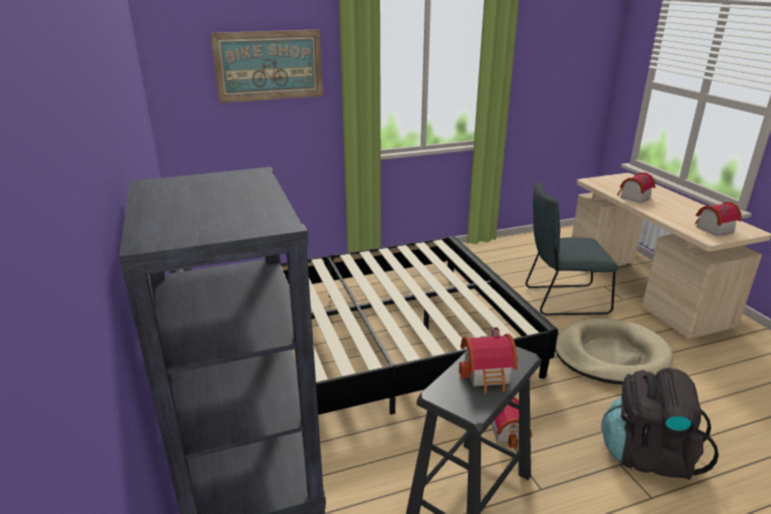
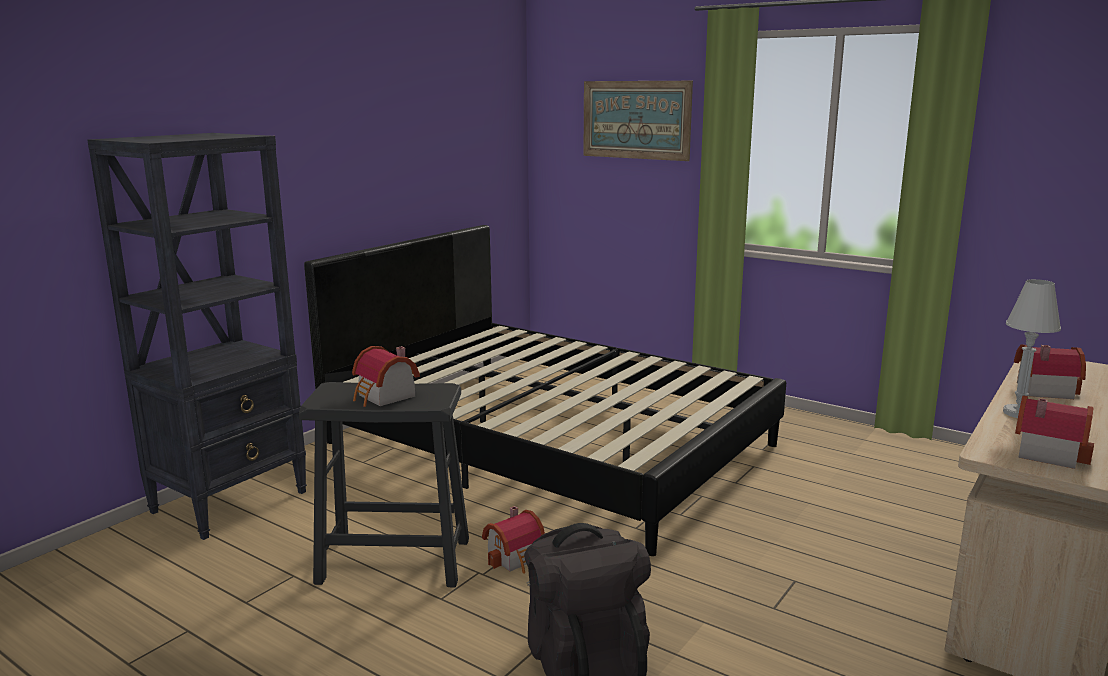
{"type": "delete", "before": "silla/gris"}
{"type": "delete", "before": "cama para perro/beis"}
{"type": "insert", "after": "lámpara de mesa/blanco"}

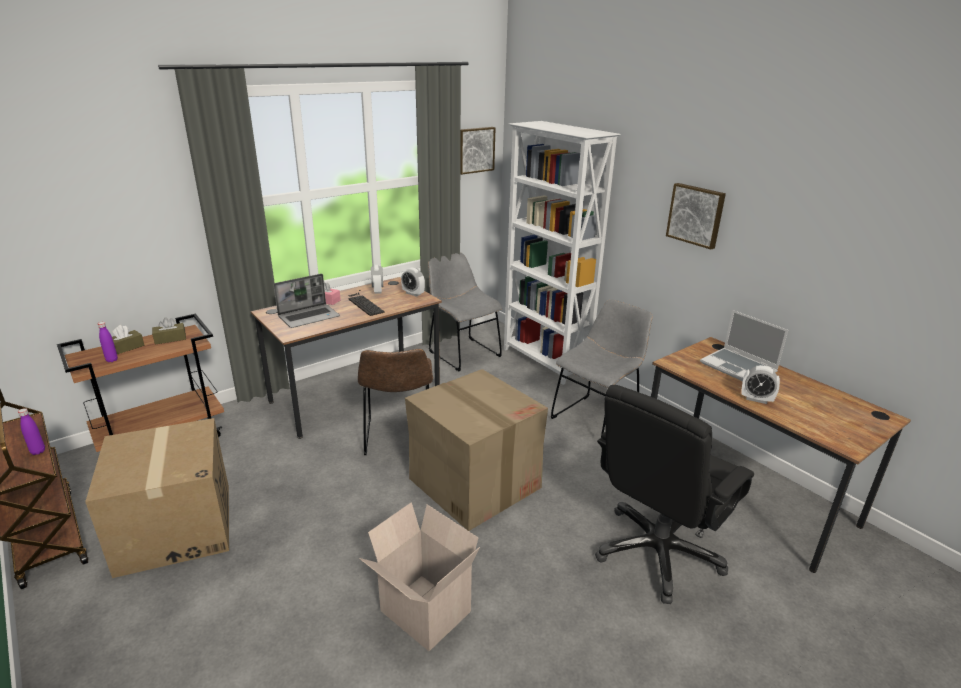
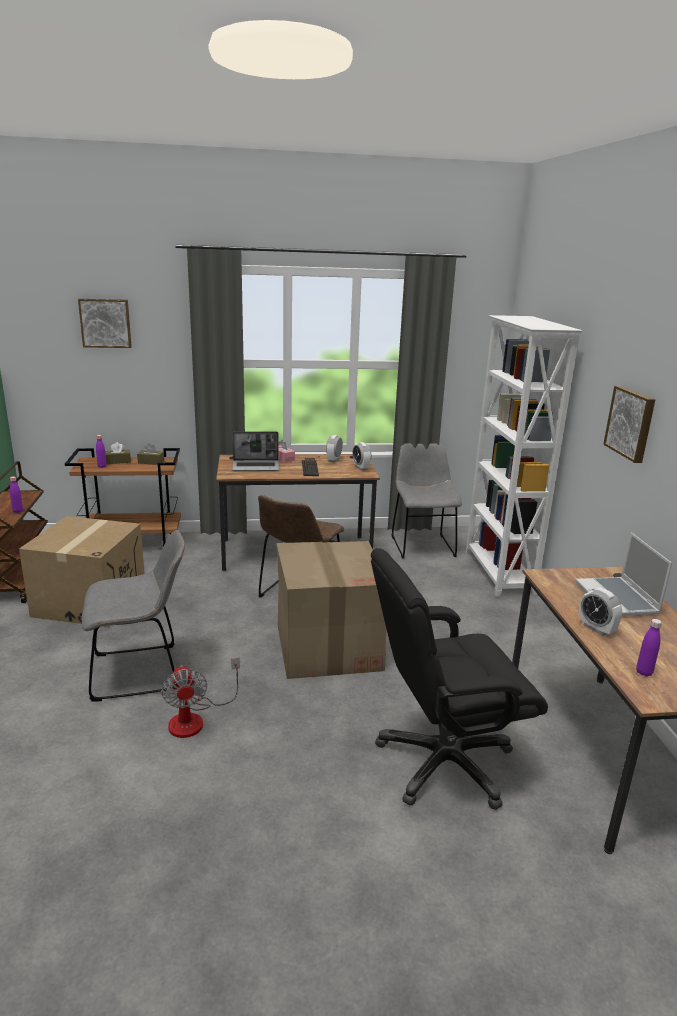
{"type": "move", "before": "cuadro (1st from left)"}
{"type": "move", "before": "silla/gris (2nd from left in the first image)", "after": "silla/gris (1st from left)"}
{"type": "replace", "before": "caja de cartón (2nd from left)", "after": "ventilador"}
{"type": "insert", "after": "botella/morado (3rd from left)"}

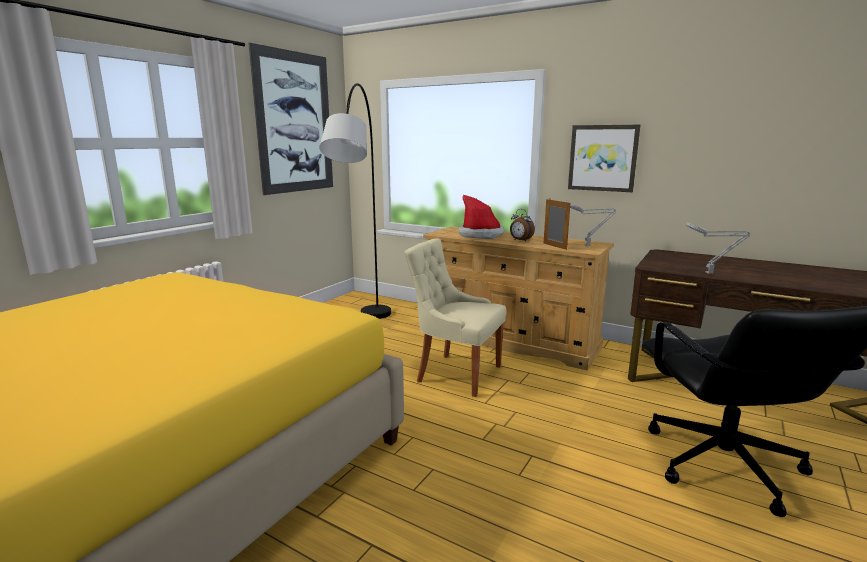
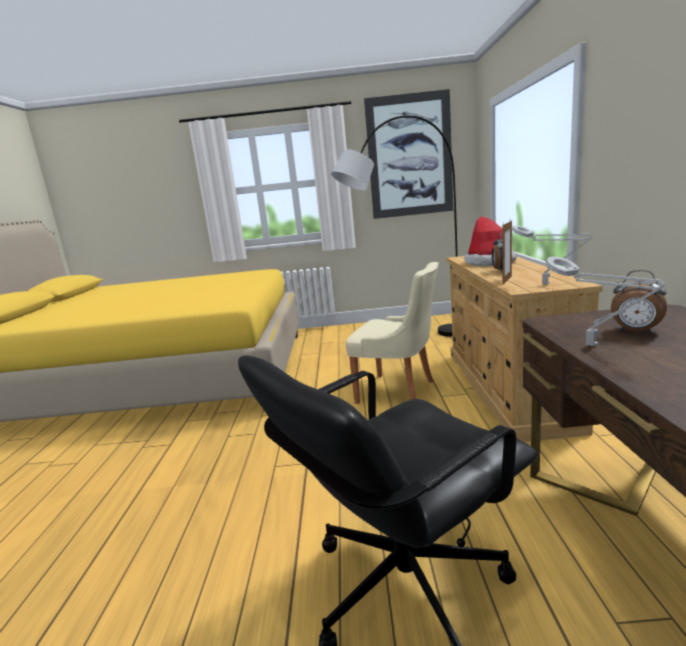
{"type": "delete", "before": "cuadro (2nd from left)"}
{"type": "rotate", "before": "silla/beis", "turn": 120}
{"type": "insert", "after": "despertador (2nd from left)"}

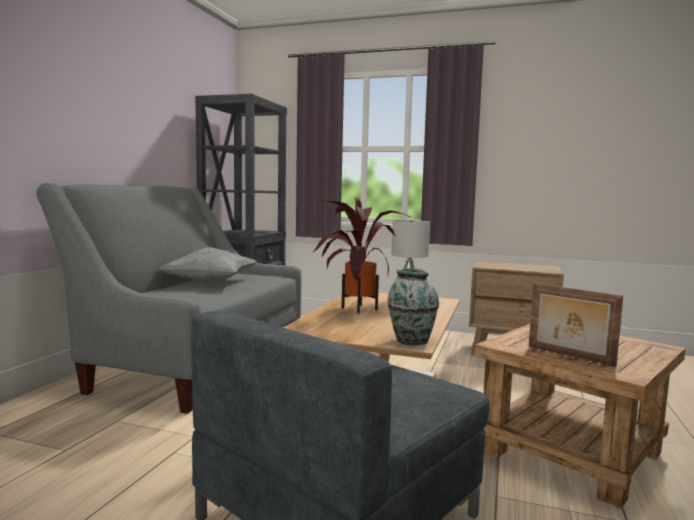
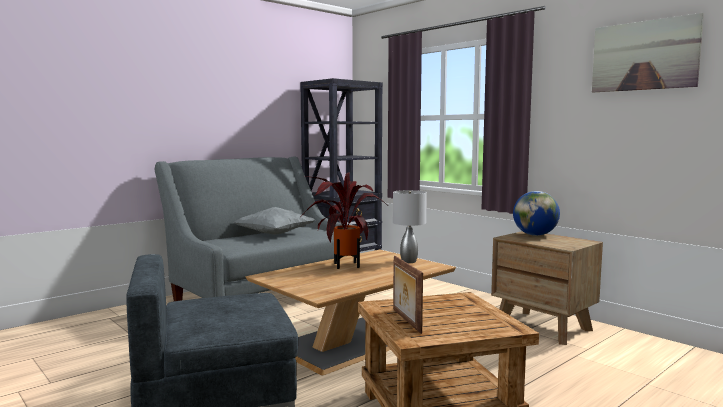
{"type": "delete", "before": "florero"}
{"type": "insert", "after": "cuadro"}
{"type": "insert", "after": "globo terráqueo"}

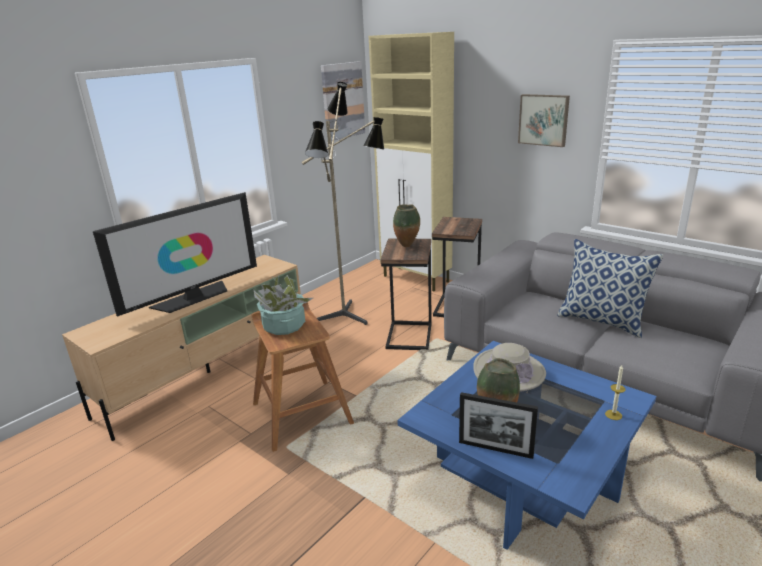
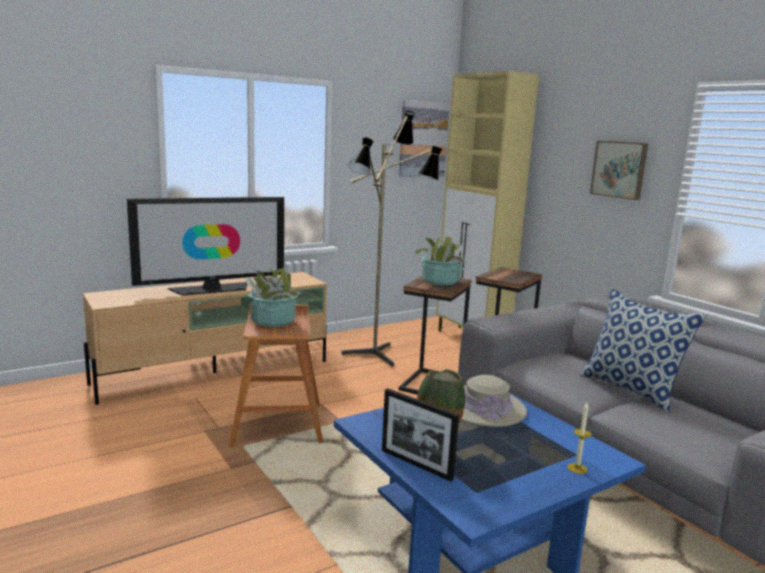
{"type": "replace", "before": "florero (1st from left)", "after": "planta en maceta (2nd from left)"}

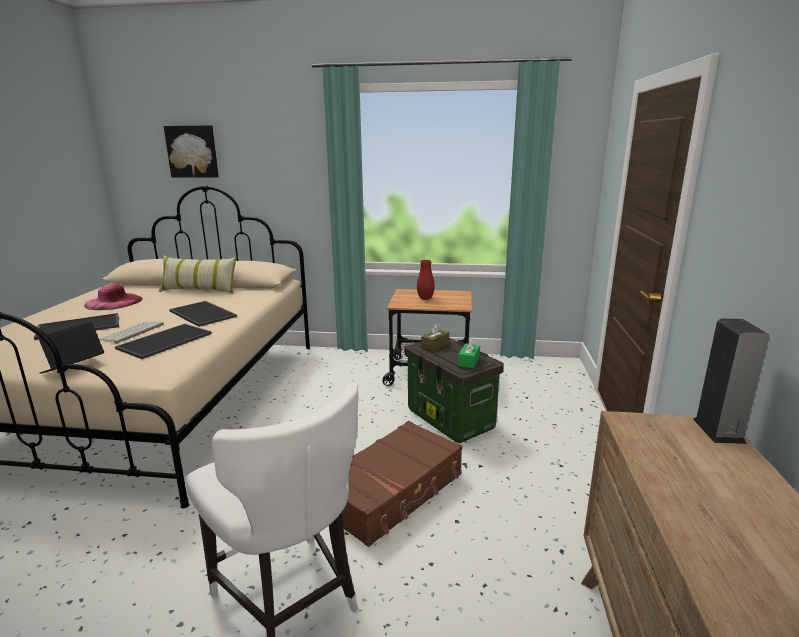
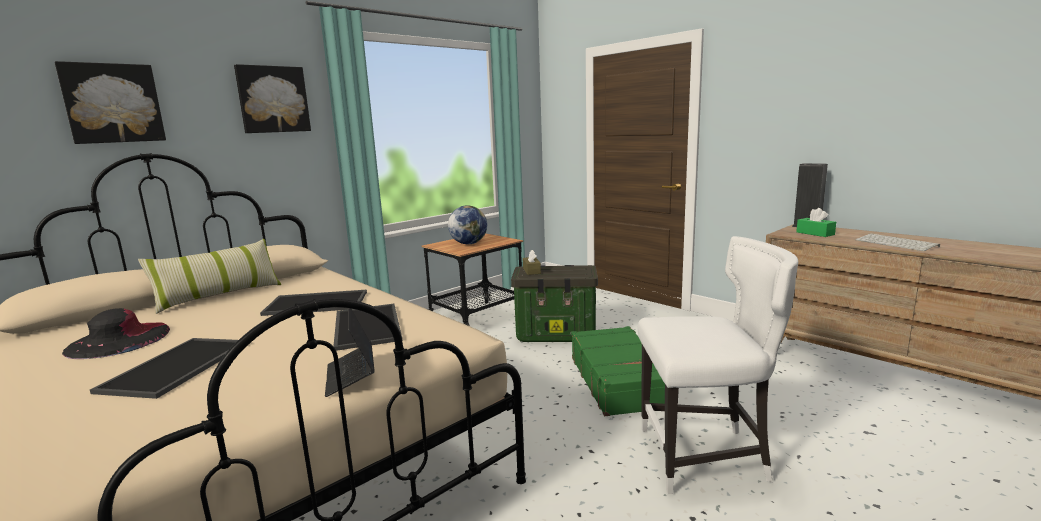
{"type": "replace", "before": "florero/rojo", "after": "globo terráqueo"}
{"type": "recolor", "before": "sombrero/rosa", "after": "sombrero/negro"}
{"type": "move", "before": "teclado"}
{"type": "move", "before": "caja de pañuelos/verde"}
{"type": "recolor", "before": "maleta/marrón", "after": "maleta/verde"}
{"type": "insert", "after": "cuadro (2nd from left)"}

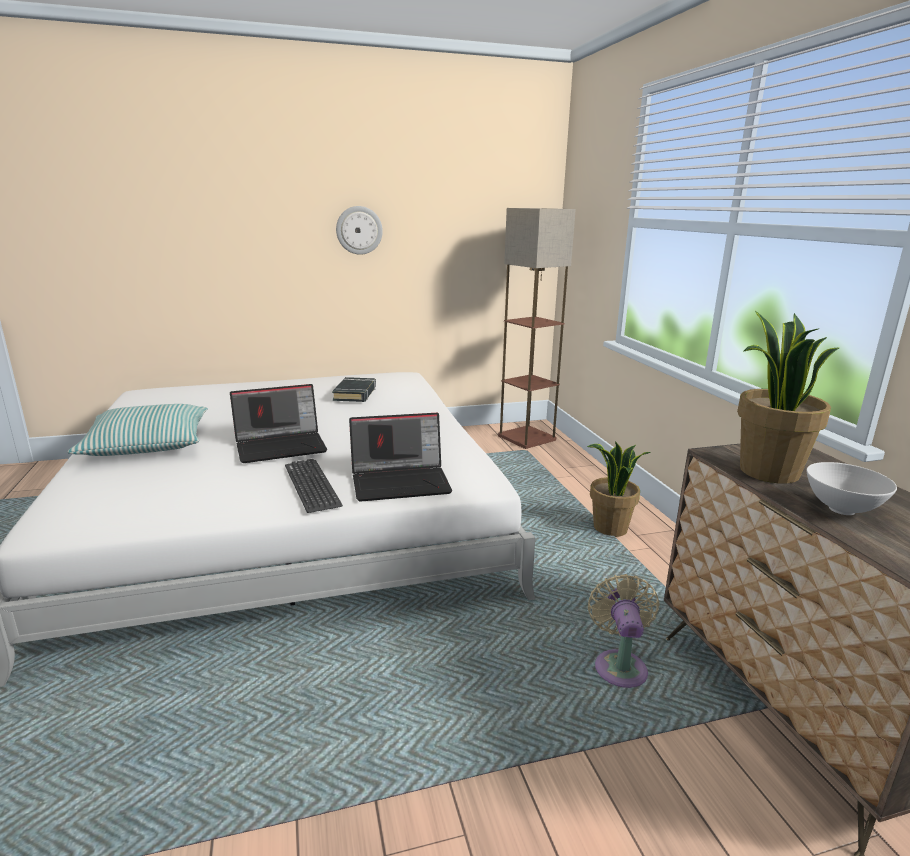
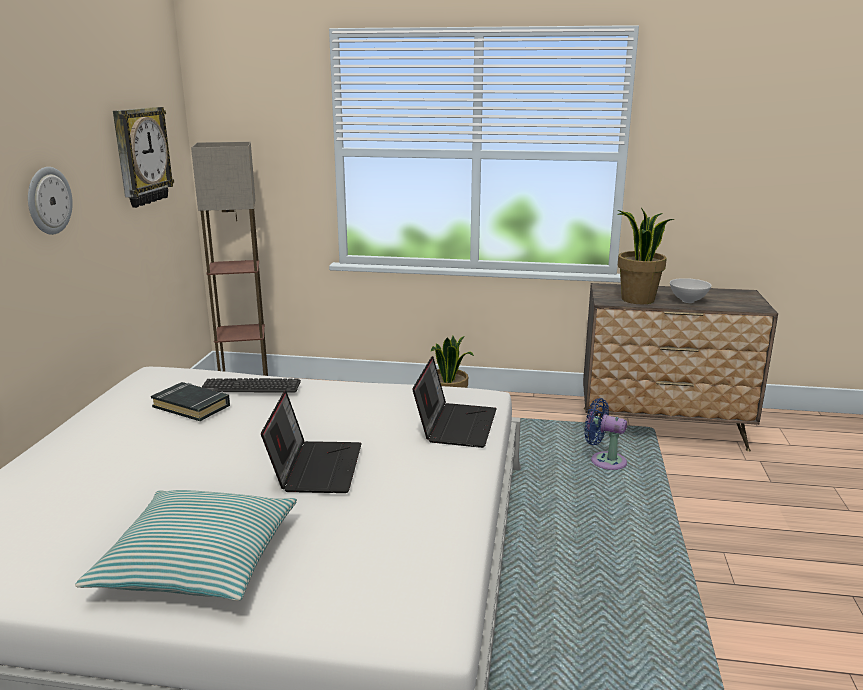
{"type": "move", "before": "teclado"}
{"type": "recolor", "before": "ventilador/beis", "after": "ventilador/azul"}
{"type": "insert", "after": "reloj de pared (2nd from left)"}

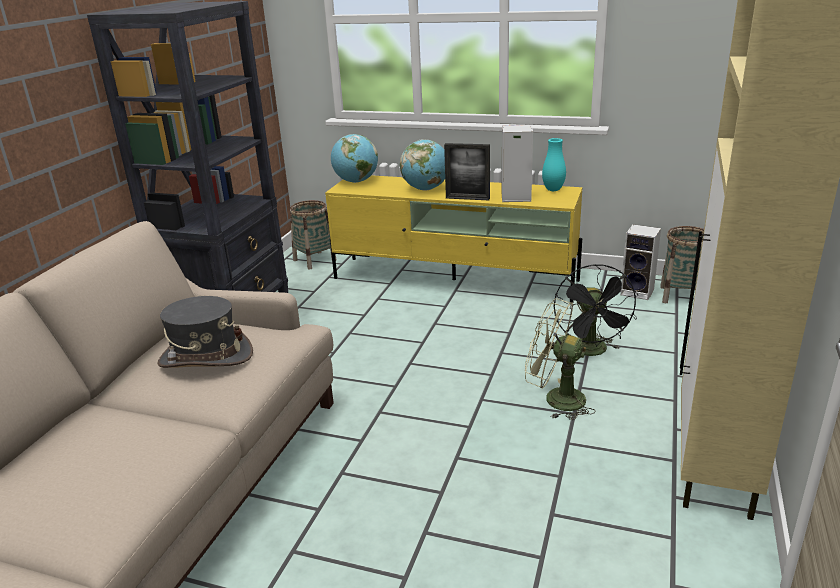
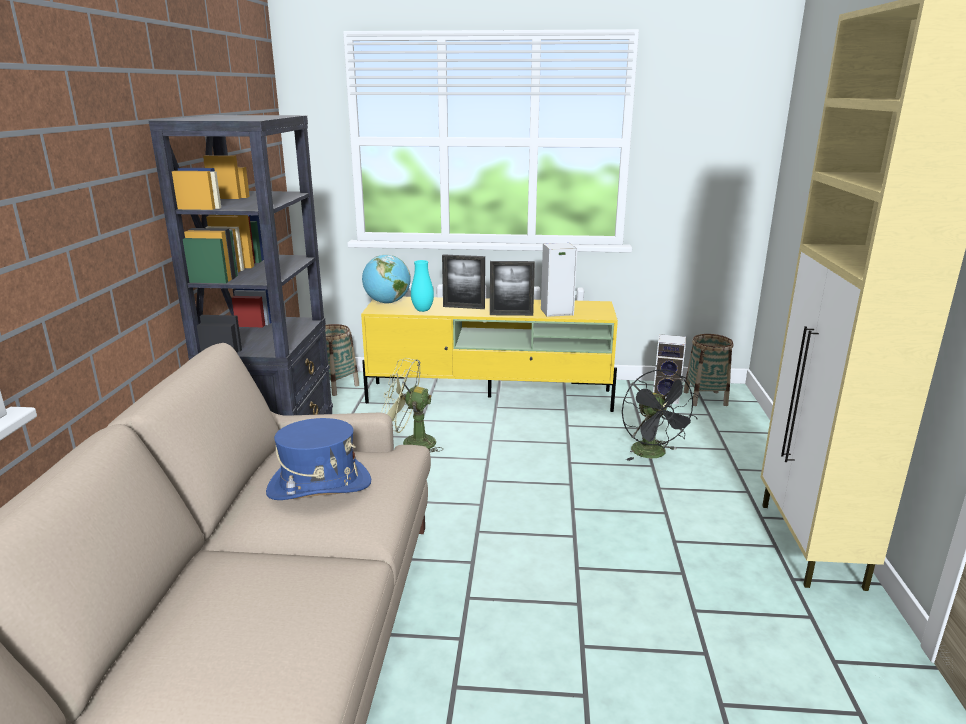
{"type": "move", "before": "florero/turquesa"}
{"type": "replace", "before": "globo terráqueo (2nd from left)", "after": "portarretratos (1st from left)"}
{"type": "recolor", "before": "sombrero/gris", "after": "sombrero/azul"}
{"type": "move", "before": "ventilador/verde"}

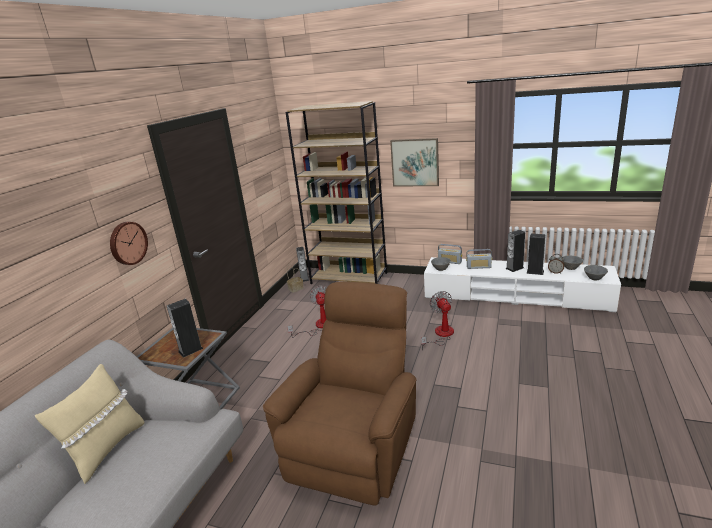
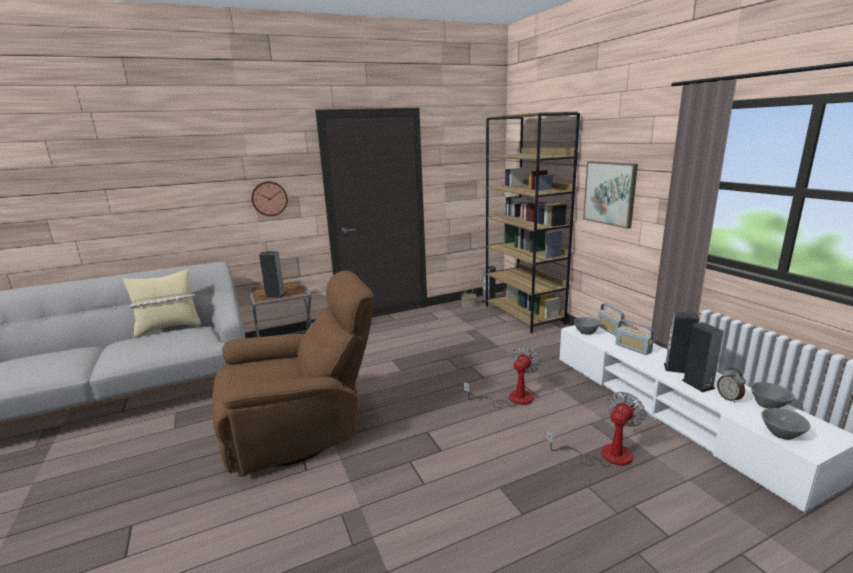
{"type": "move", "before": "ventilador (1st from left in the first image)", "after": "ventilador (2nd from left)"}

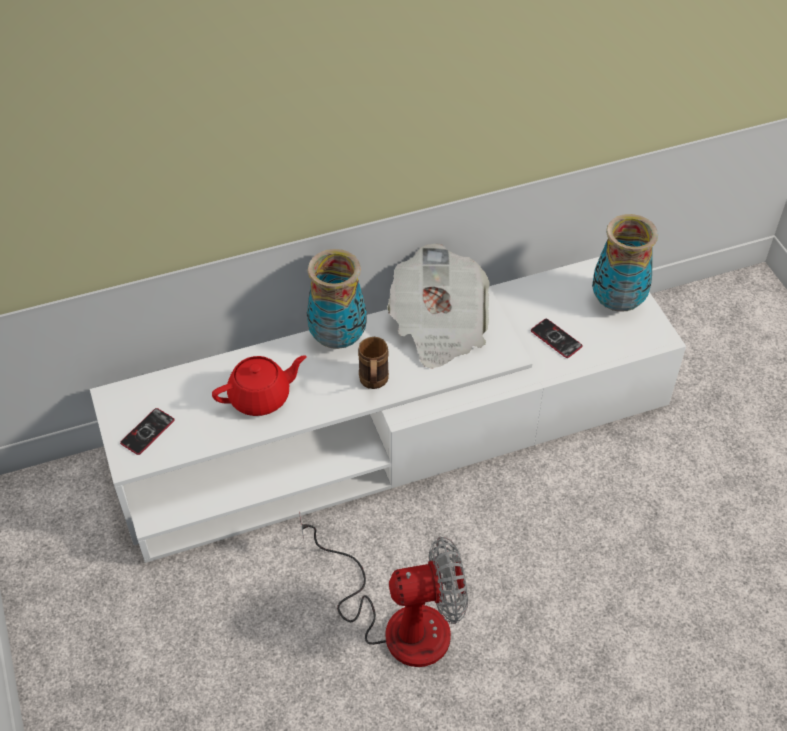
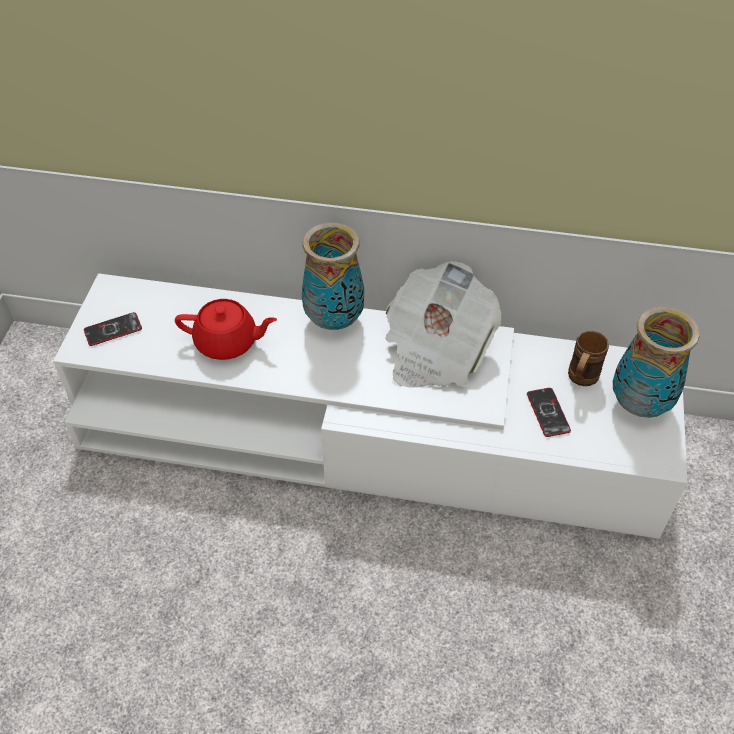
{"type": "move", "before": "taza grande/marrón"}
{"type": "delete", "before": "ventilador"}

